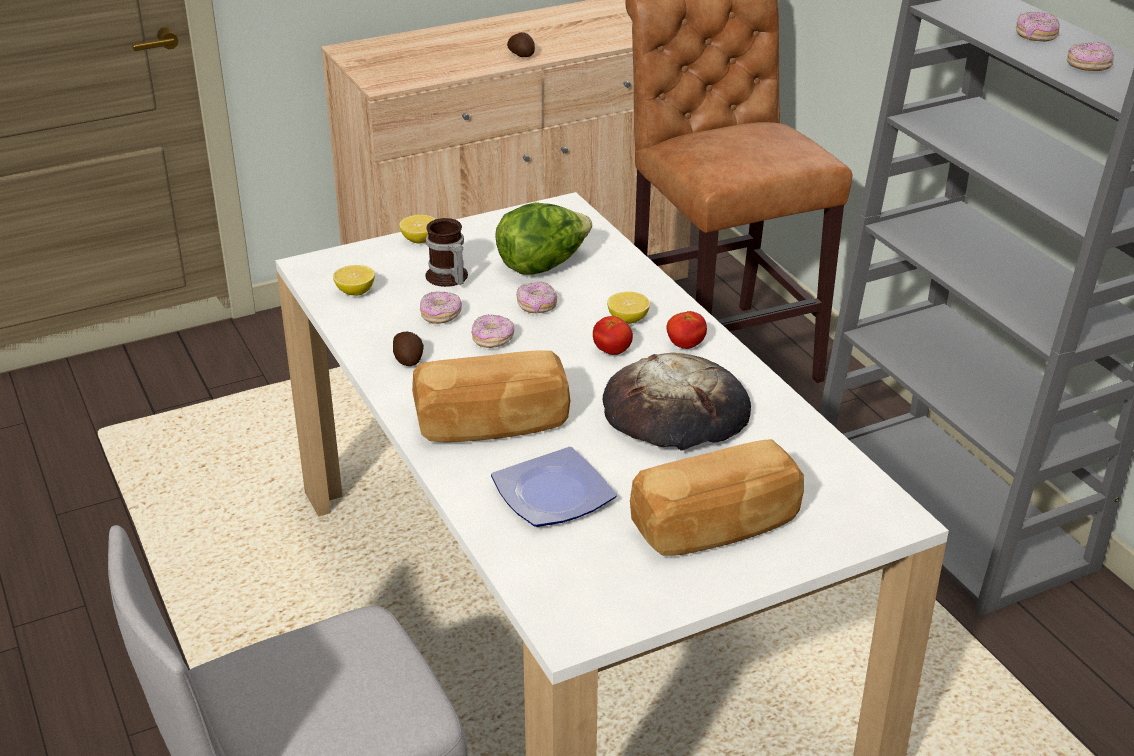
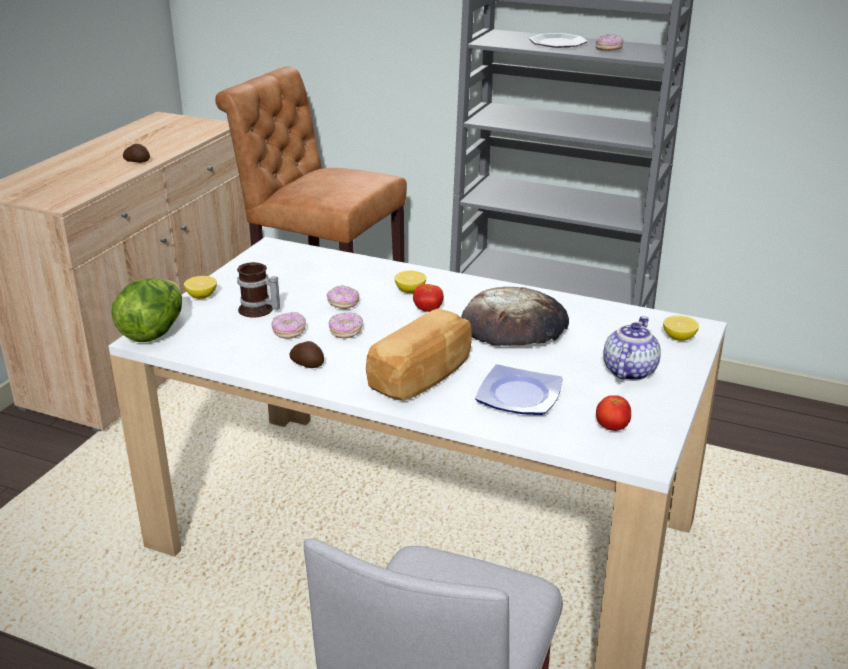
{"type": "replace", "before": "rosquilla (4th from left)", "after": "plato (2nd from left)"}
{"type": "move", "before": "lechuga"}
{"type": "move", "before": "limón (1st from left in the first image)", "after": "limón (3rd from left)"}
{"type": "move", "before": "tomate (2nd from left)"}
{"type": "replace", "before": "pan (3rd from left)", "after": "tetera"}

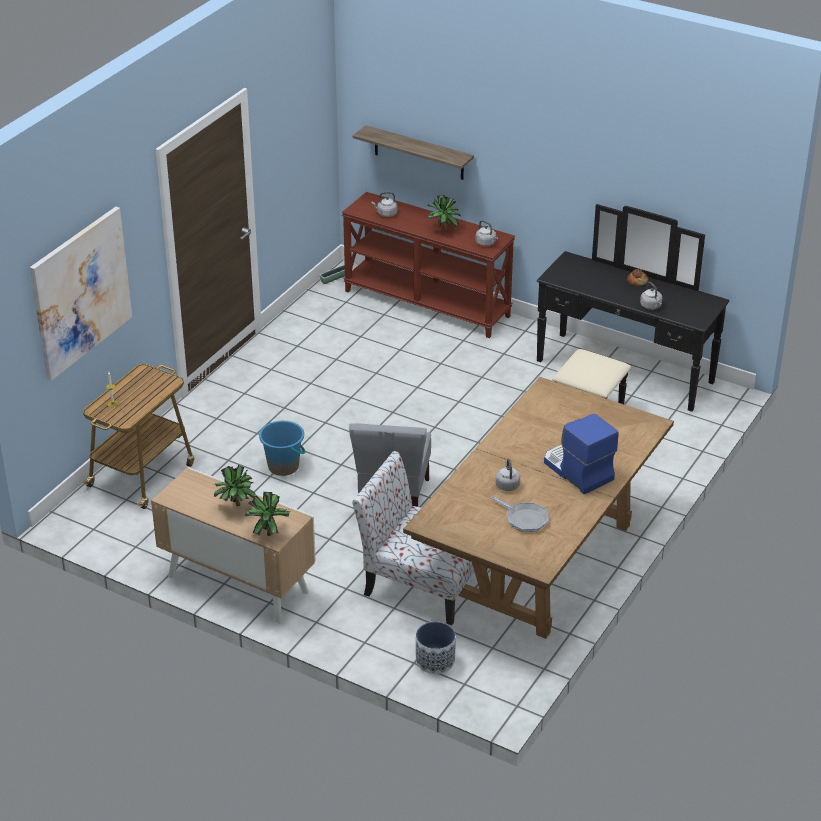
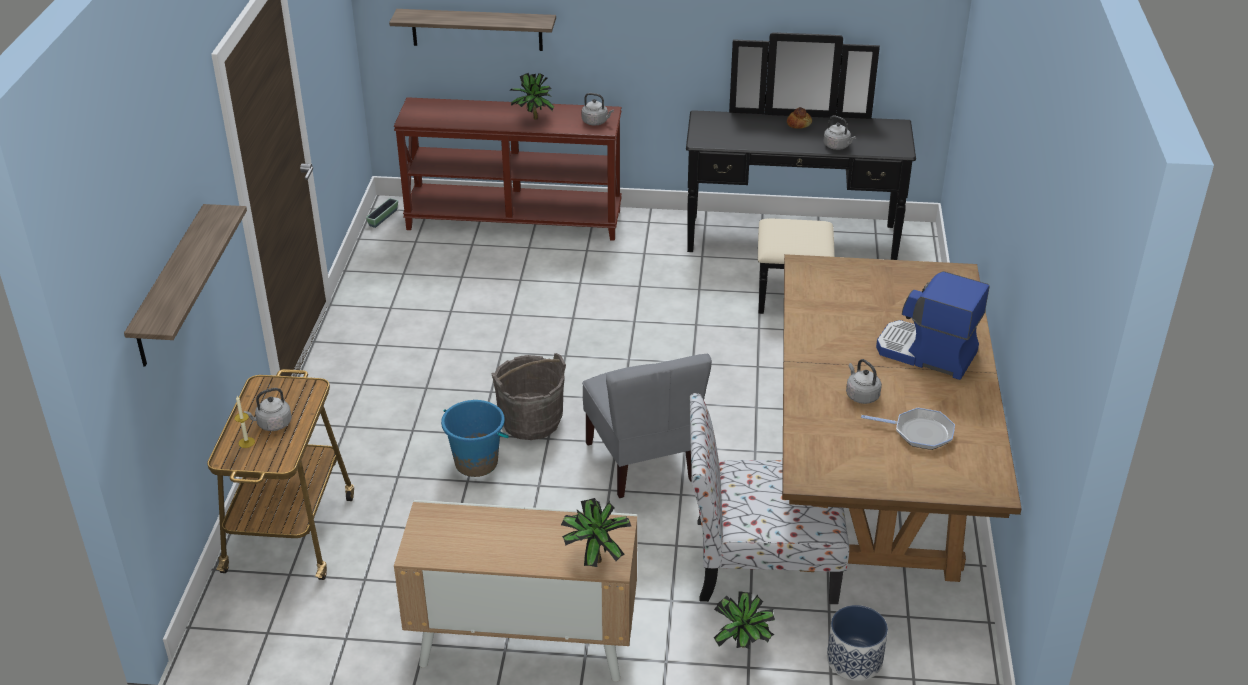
{"type": "move", "before": "hervidor/gris (1st from left)"}
{"type": "replace", "before": "cuadro", "after": "estante (1st from left)"}
{"type": "move", "before": "planta en maceta (1st from left in the first image)", "after": "planta en maceta (3rd from left)"}
{"type": "insert", "after": "cubo/gris"}

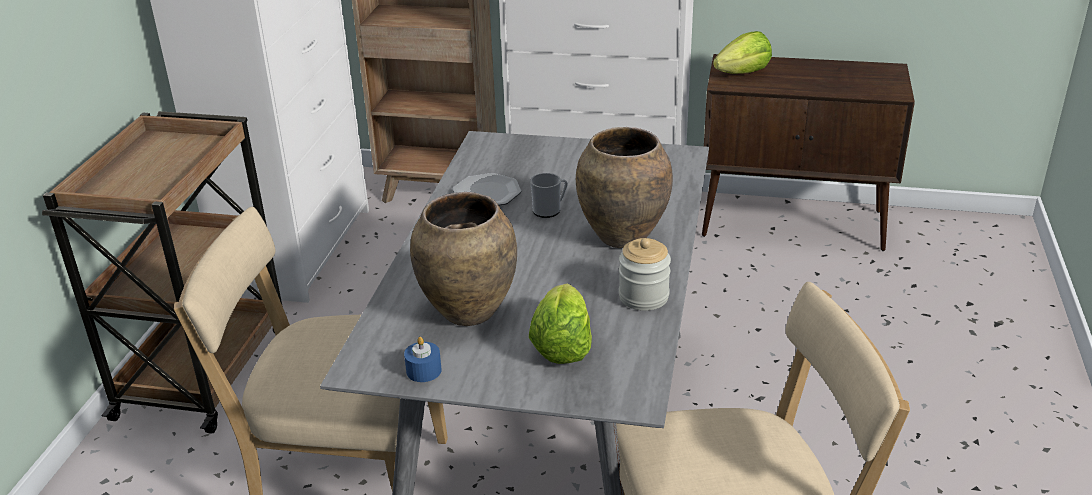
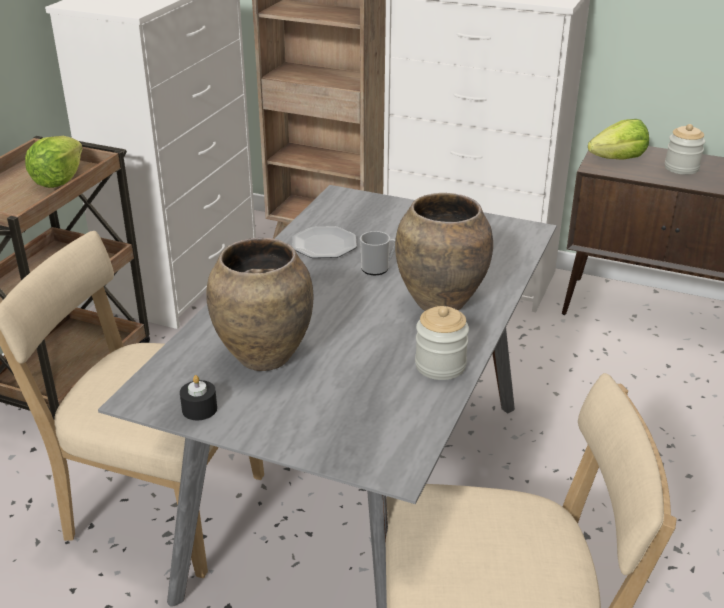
{"type": "move", "before": "lechuga (1st from left)"}
{"type": "recolor", "before": "vela/azul", "after": "vela/negro"}
{"type": "insert", "after": "tarro (2nd from left)"}

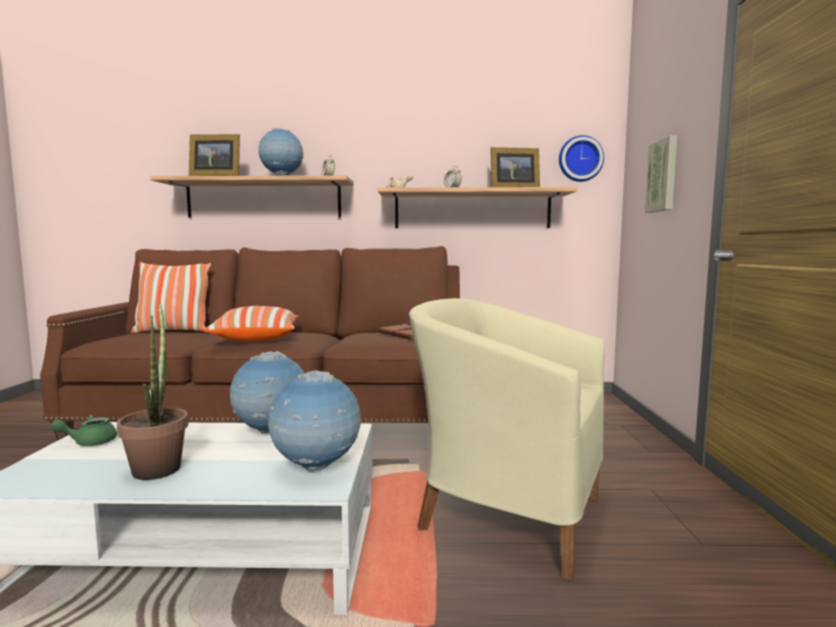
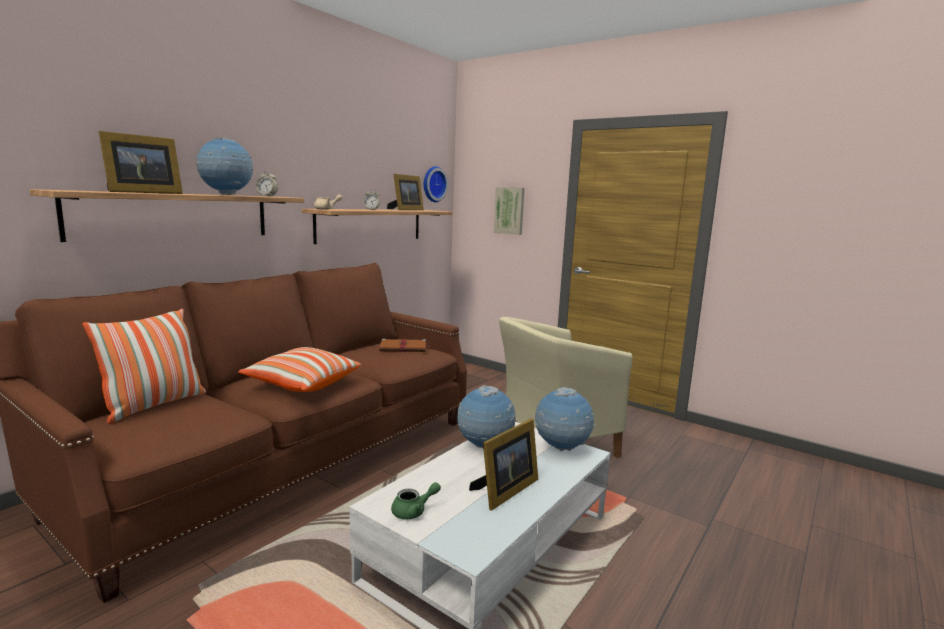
{"type": "replace", "before": "planta en maceta", "after": "portarretratos (3rd from left)"}
{"type": "rotate", "before": "tetera/verde", "turn": -120}

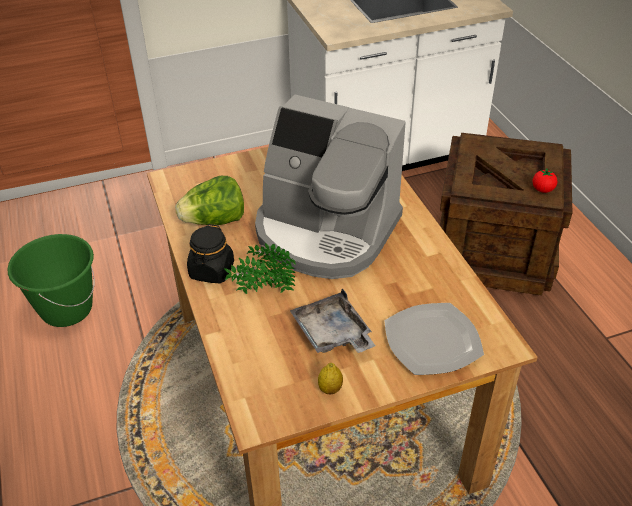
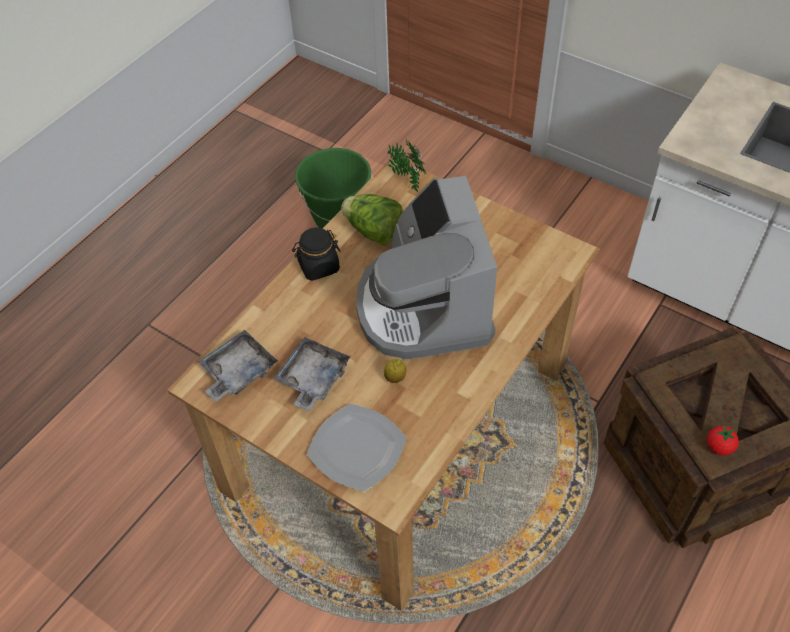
{"type": "move", "before": "planta en maceta"}
{"type": "move", "before": "limón"}
{"type": "insert", "after": "bandeja/gris (1st from left)"}

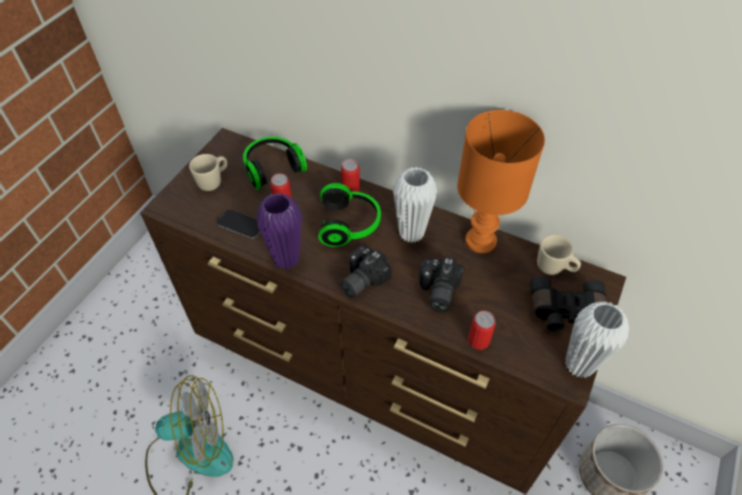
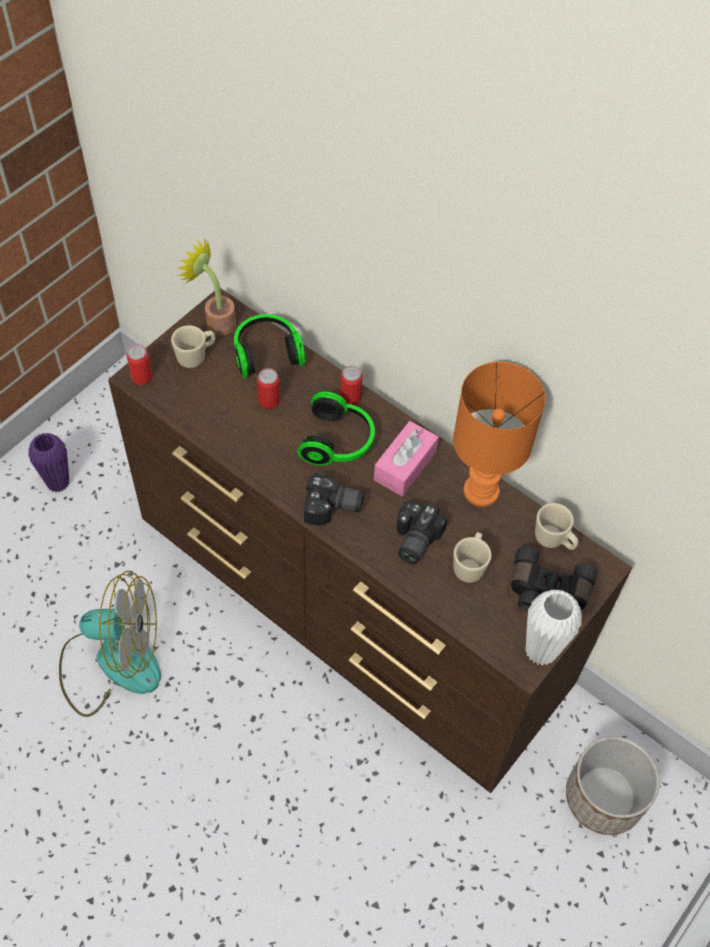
{"type": "replace", "before": "florero/blanco (1st from left)", "after": "caja de pañuelos/rosa"}
{"type": "move", "before": "florero/morado"}
{"type": "delete", "before": "móvil"}
{"type": "rotate", "before": "cámara (1st from left)", "turn": -135}
{"type": "move", "before": "lata (3rd from left in the first image)", "after": "lata (1st from left)"}
{"type": "insert", "after": "planta en maceta"}
{"type": "insert", "after": "taza grande/beis (2nd from left)"}

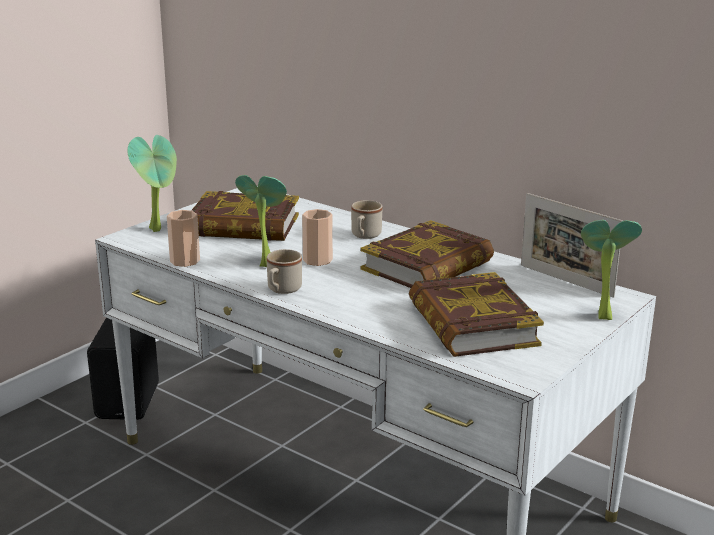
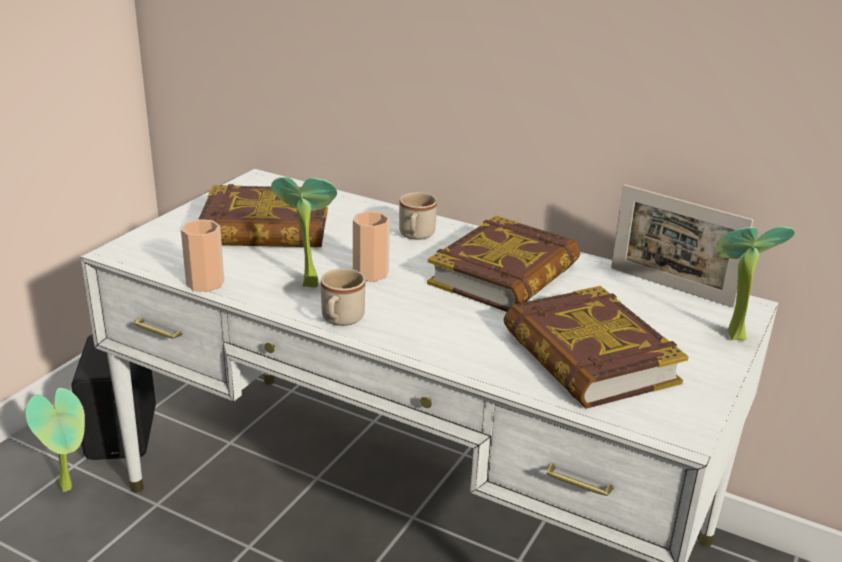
{"type": "move", "before": "planta en maceta (1st from left)"}

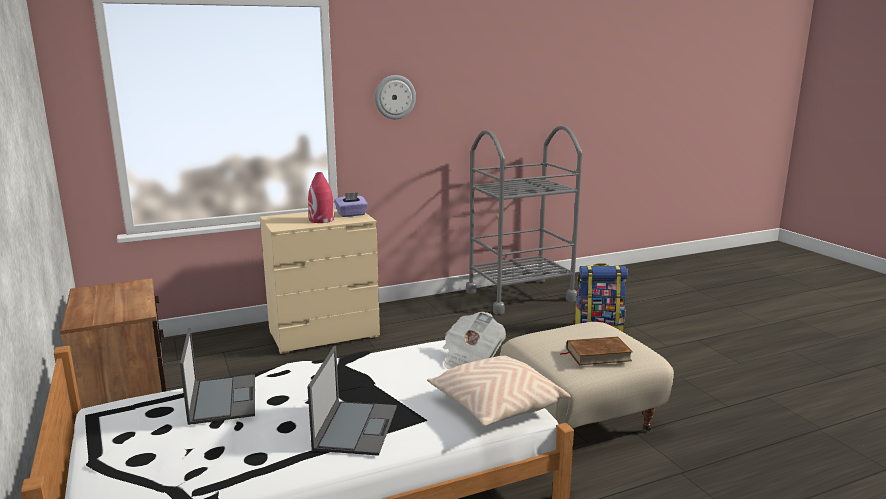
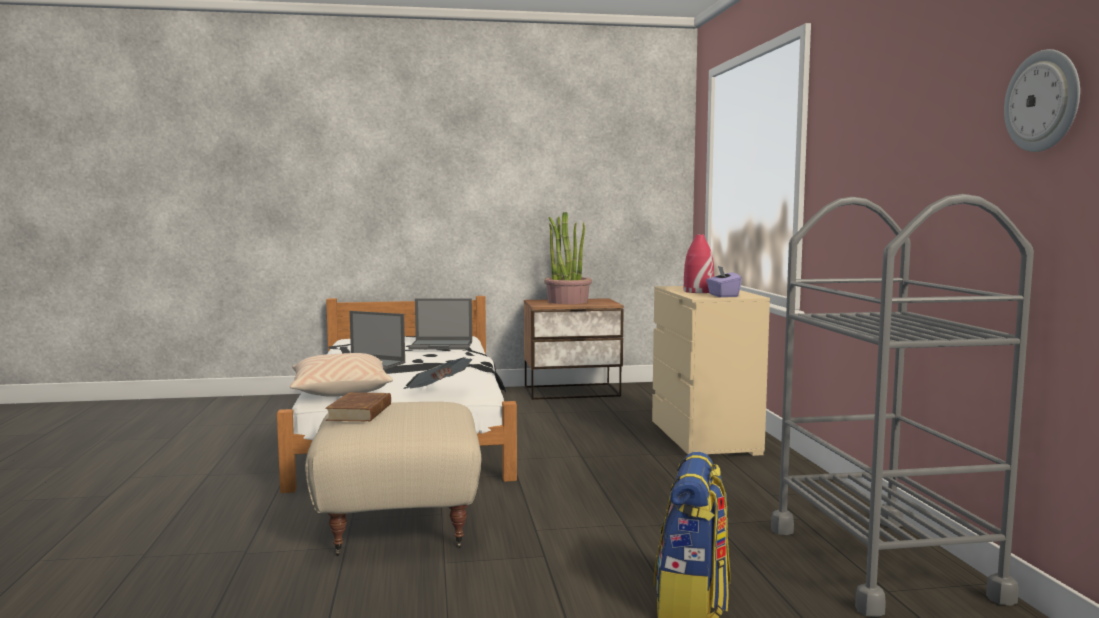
{"type": "move", "before": "reloj de pared"}
{"type": "insert", "after": "planta en maceta"}

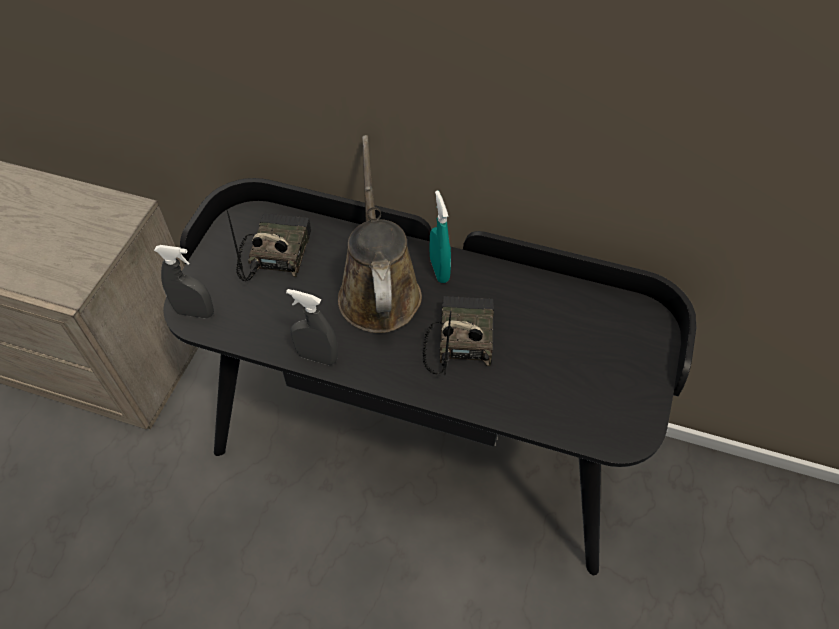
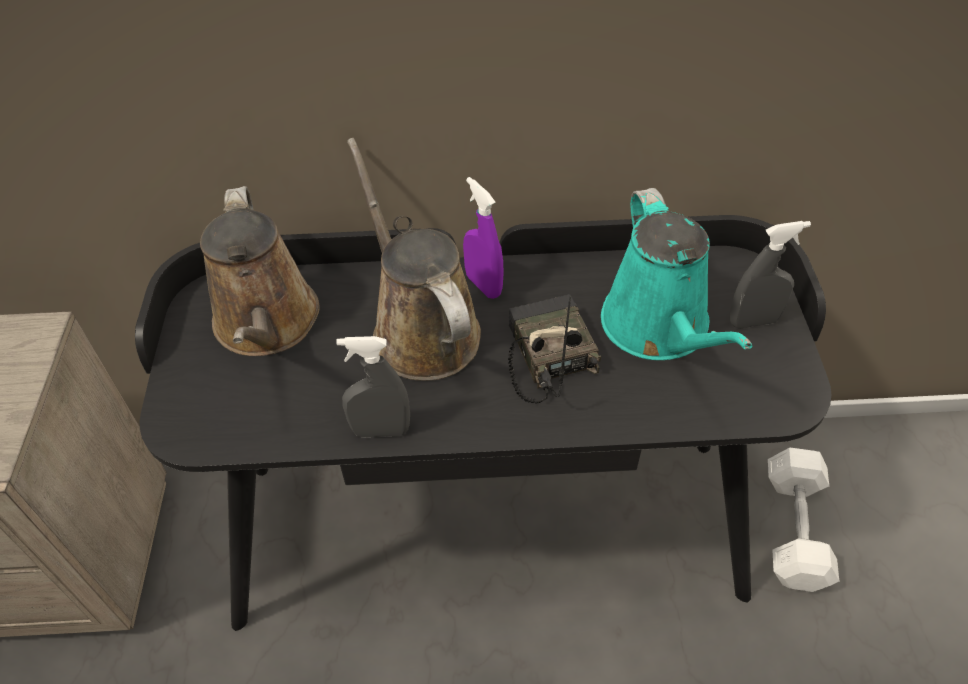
{"type": "recolor", "before": "pulverizador/turquesa", "after": "pulverizador/morado"}
{"type": "replace", "before": "radio (1st from left)", "after": "regadera/marrón (1st from left)"}
{"type": "move", "before": "pulverizador/gris (1st from left in the first image)", "after": "pulverizador/gris (2nd from left)"}
{"type": "insert", "after": "regadera/turquesa"}
{"type": "insert", "after": "mancuerna/blanco"}

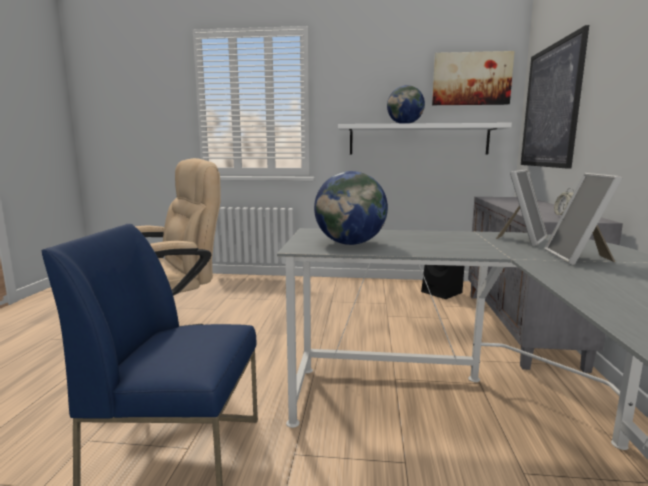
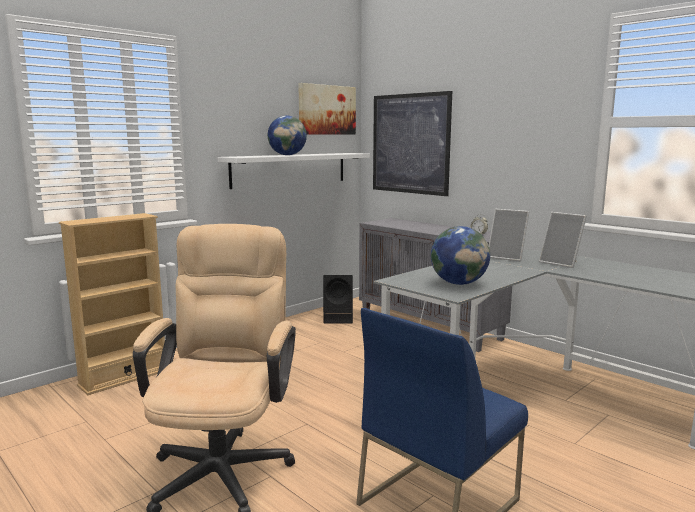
{"type": "rotate", "before": "portarretratos (1st from left)", "turn": 135}
{"type": "insert", "after": "estantería/beis"}

